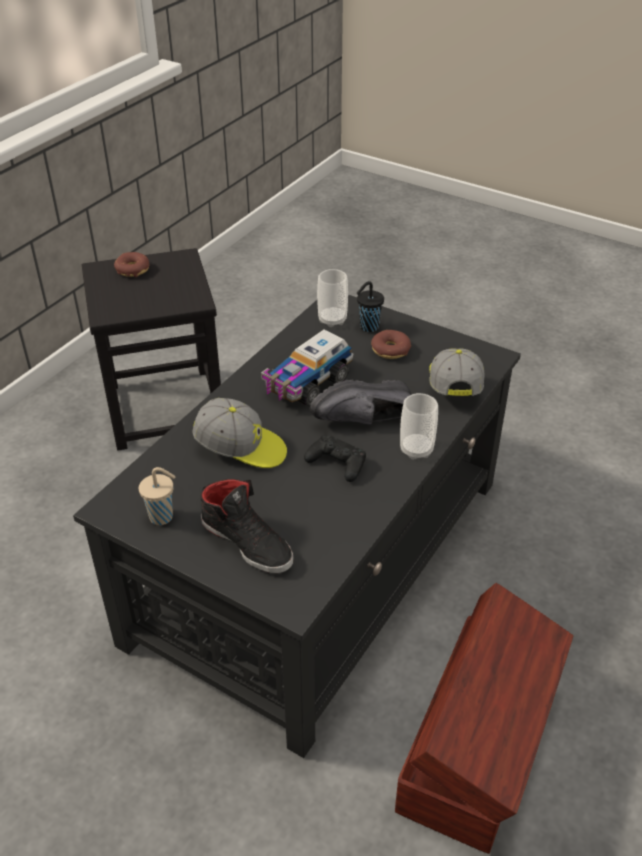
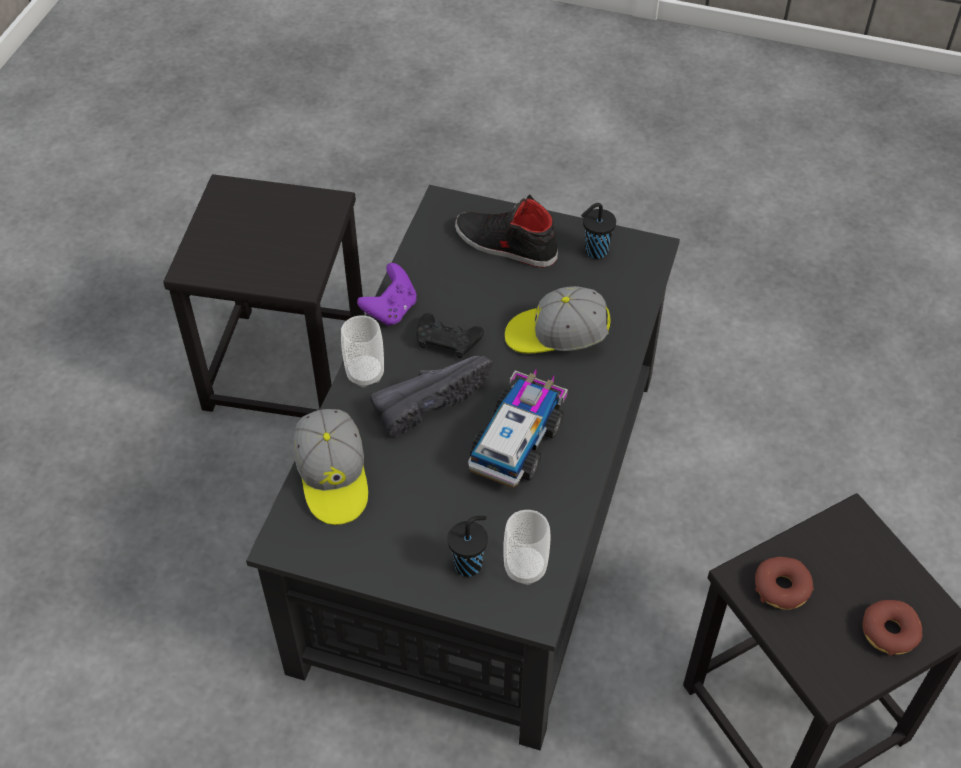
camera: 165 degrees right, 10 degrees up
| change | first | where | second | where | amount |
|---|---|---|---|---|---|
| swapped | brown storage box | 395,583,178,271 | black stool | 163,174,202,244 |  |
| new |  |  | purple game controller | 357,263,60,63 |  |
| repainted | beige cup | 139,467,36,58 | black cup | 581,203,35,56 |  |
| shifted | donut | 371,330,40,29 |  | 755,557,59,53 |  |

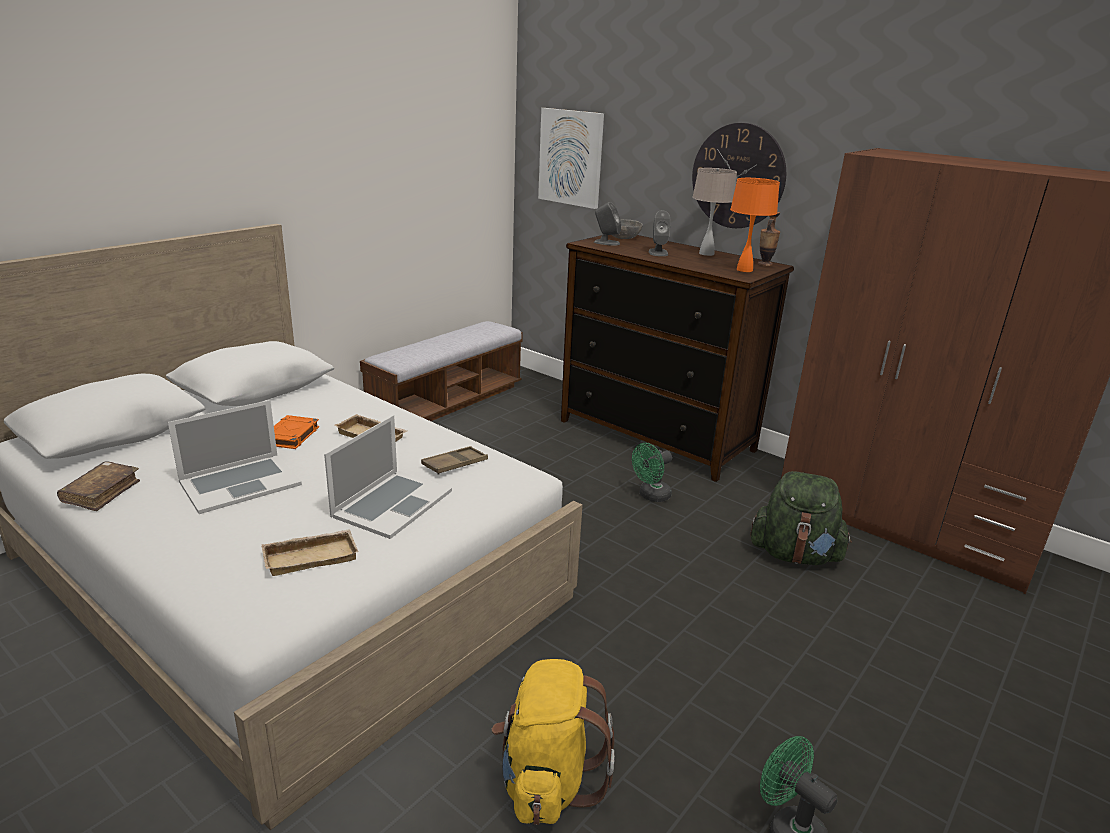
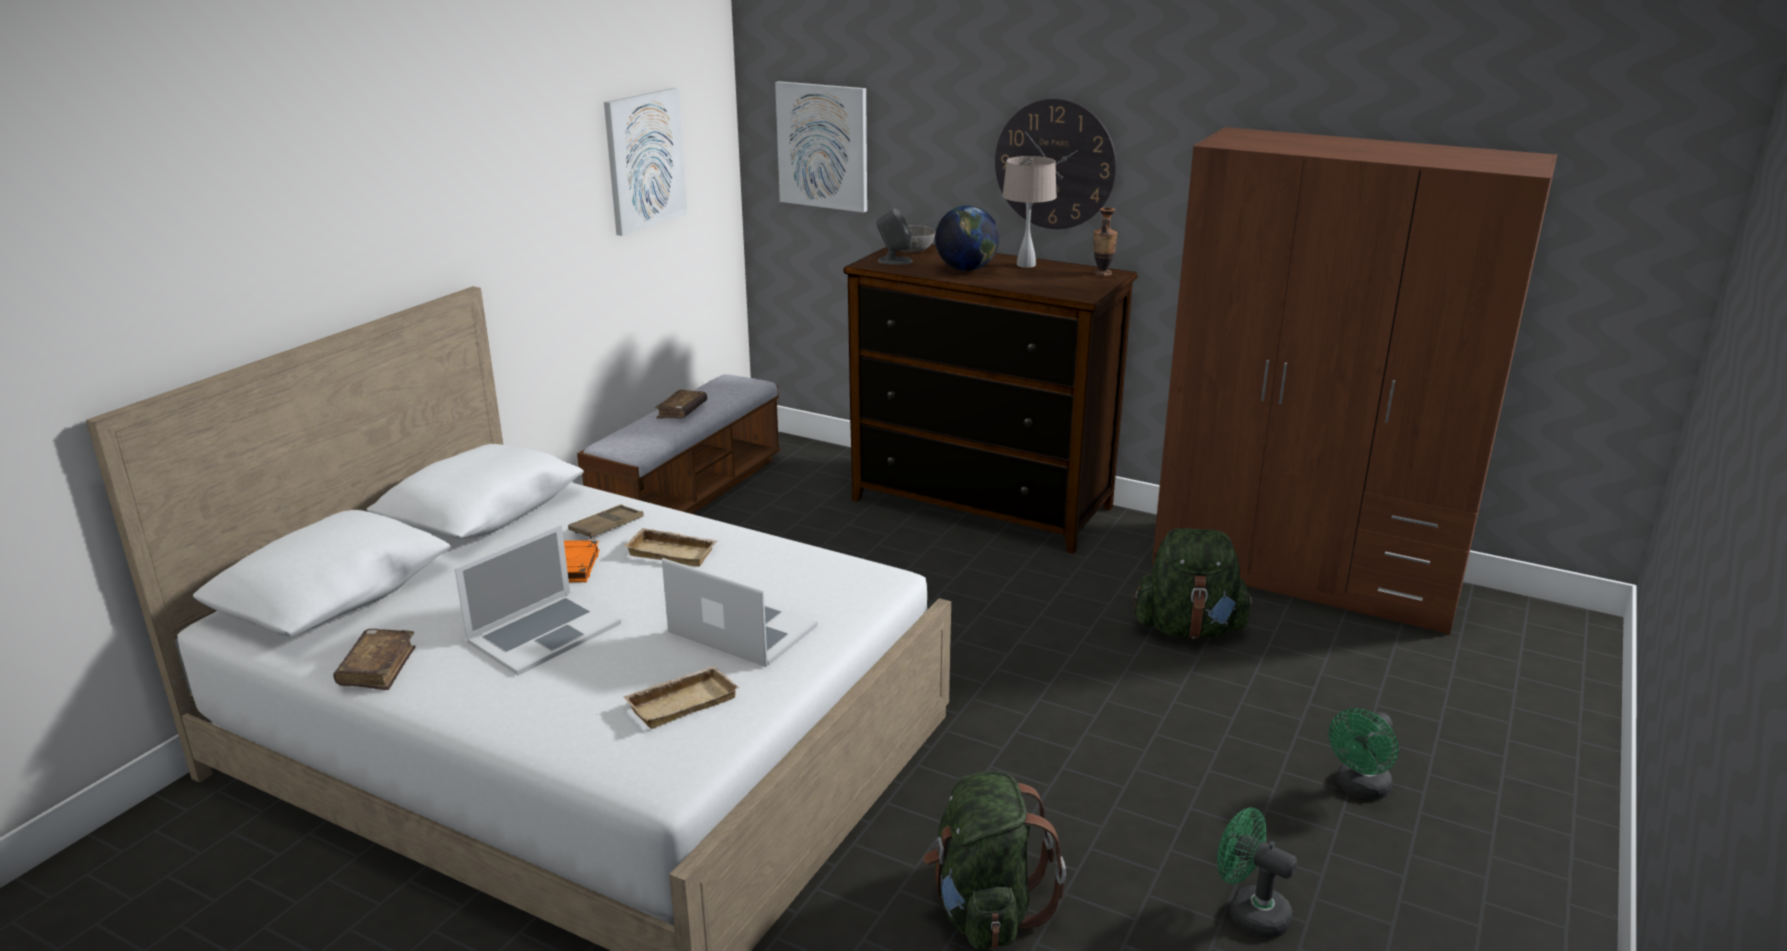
camera: 10 degrees left, 0 degrees up
| change | first | where | second | where | amount |
|---|---|---|---|---|---|
| shifted | brown tray | 421,446,67,29 |  | 568,504,76,35 |  |
| new |  |  | picture | 604,88,84,148 |  |
| new |  |  | brown book | 655,390,52,29 |  |
| rotated | laptop | 324,415,128,124 |  | 662,558,156,109 | 75 degrees counterclockwise |
| repainted | yellow backpack | 492,659,123,166 | green backpack | 923,771,143,179 |  |
| swapped | grey speaker | 649,210,21,46 | globe | 935,205,64,66 |  |
| shifted | green fan | 632,443,40,59 |  | 1329,708,70,92 |  |
| gone | orange table lamp | 730,178,50,94 |  |  |  |

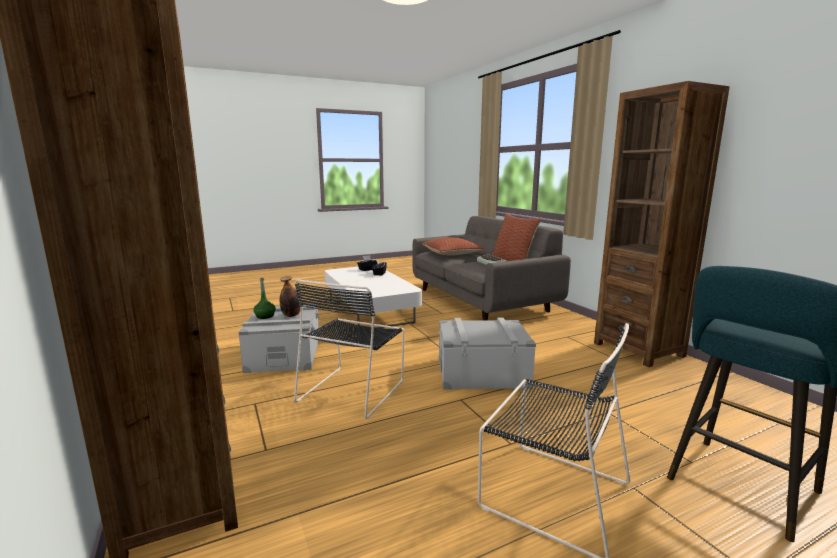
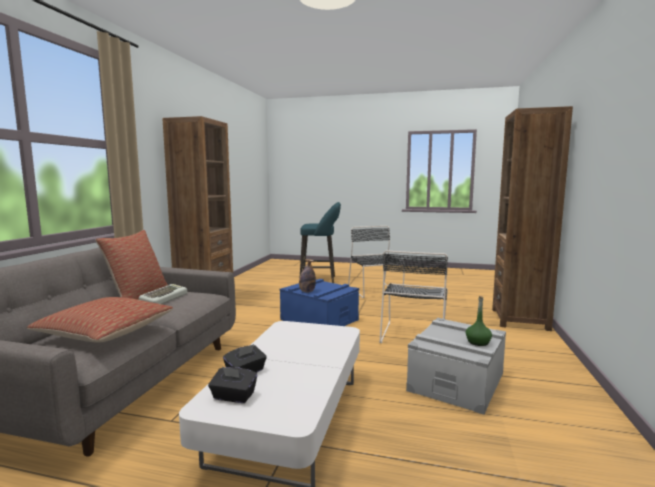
camera: 140 degrees left, 5 degrees down
| change | first | where | second | where | amount |
|---|---|---|---|---|---|
| repainted | grey storage box | 439,318,97,72 | blue storage box | 280,279,79,47 |  |
| shifted | bottle | 280,276,21,41 |  | 299,259,17,34 |  |
| rotated | black chair | 294,279,111,140 |  | 380,250,68,93 | 135 degrees clockwise |

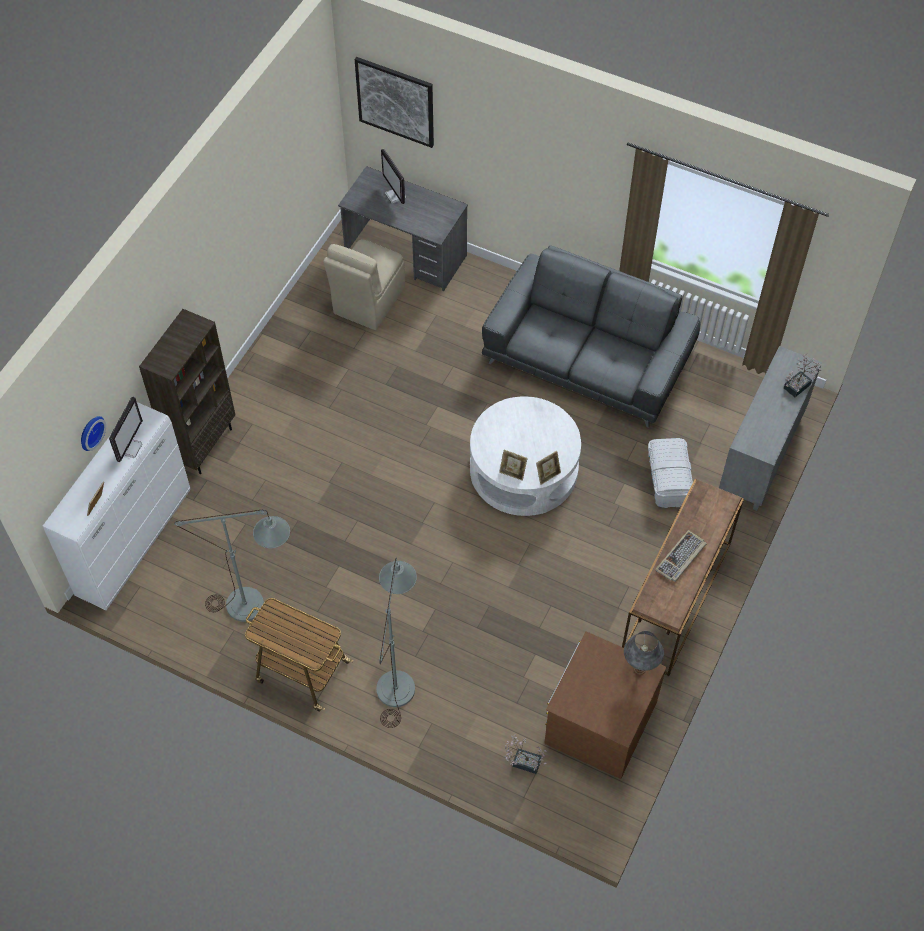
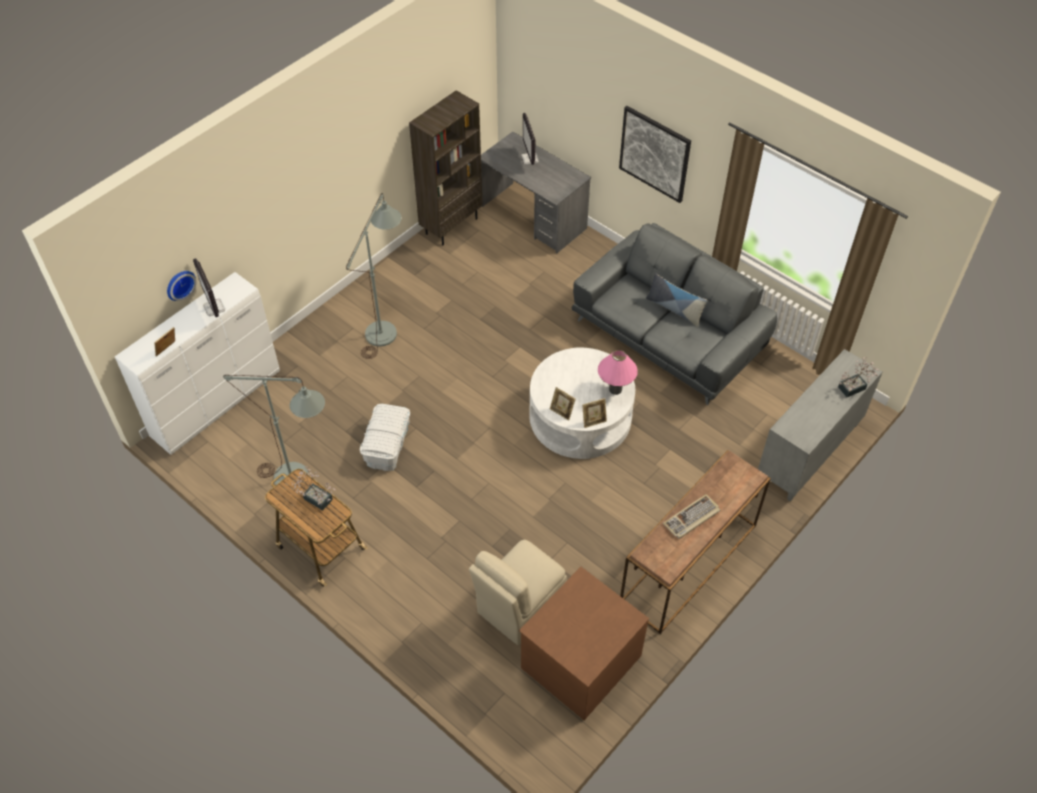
camera: 15 degrees right, 5 degrees down
| change | first | where | second | where | amount |
|---|---|---|---|---|---|
| rotated | monitor | 109,397,34,65 |  | 193,258,32,59 | 120 degrees clockwise |
| shifted | potted plant | 505,735,42,39 |  | 292,466,43,45 |  |
| shifted | grey floor lamp | 376,558,41,170 |  | 346,193,56,166 |  |
| shifted | white storage box | 648,438,45,70 |  | 360,404,50,67 |  |
| shifted | brown bookcase | 139,309,96,165 |  | 409,90,74,155 |  |
| shifted | beige chair | 323,239,82,91 |  | 469,540,98,105 |  |
| new |  |  | pink table lamp | 598,350,40,45 |  |
| shifted | picture | 355,57,79,91 |  | 619,106,72,97 |  |
| new |  |  | pillow | 646,273,61,54 |  |
| gone | grey table lamp | 624,631,40,44 |  |  |  |

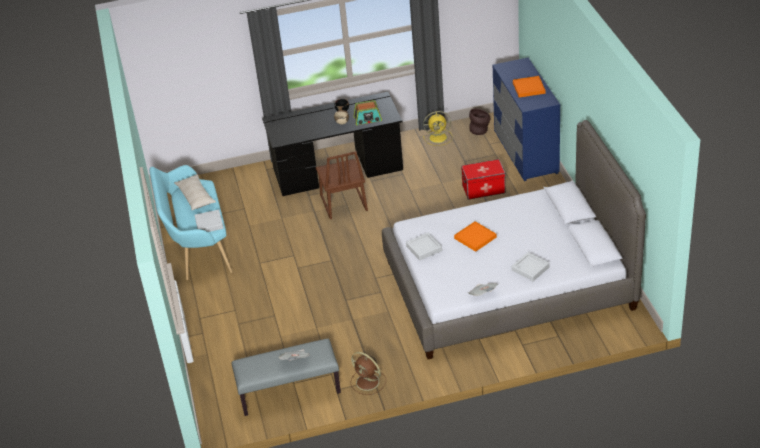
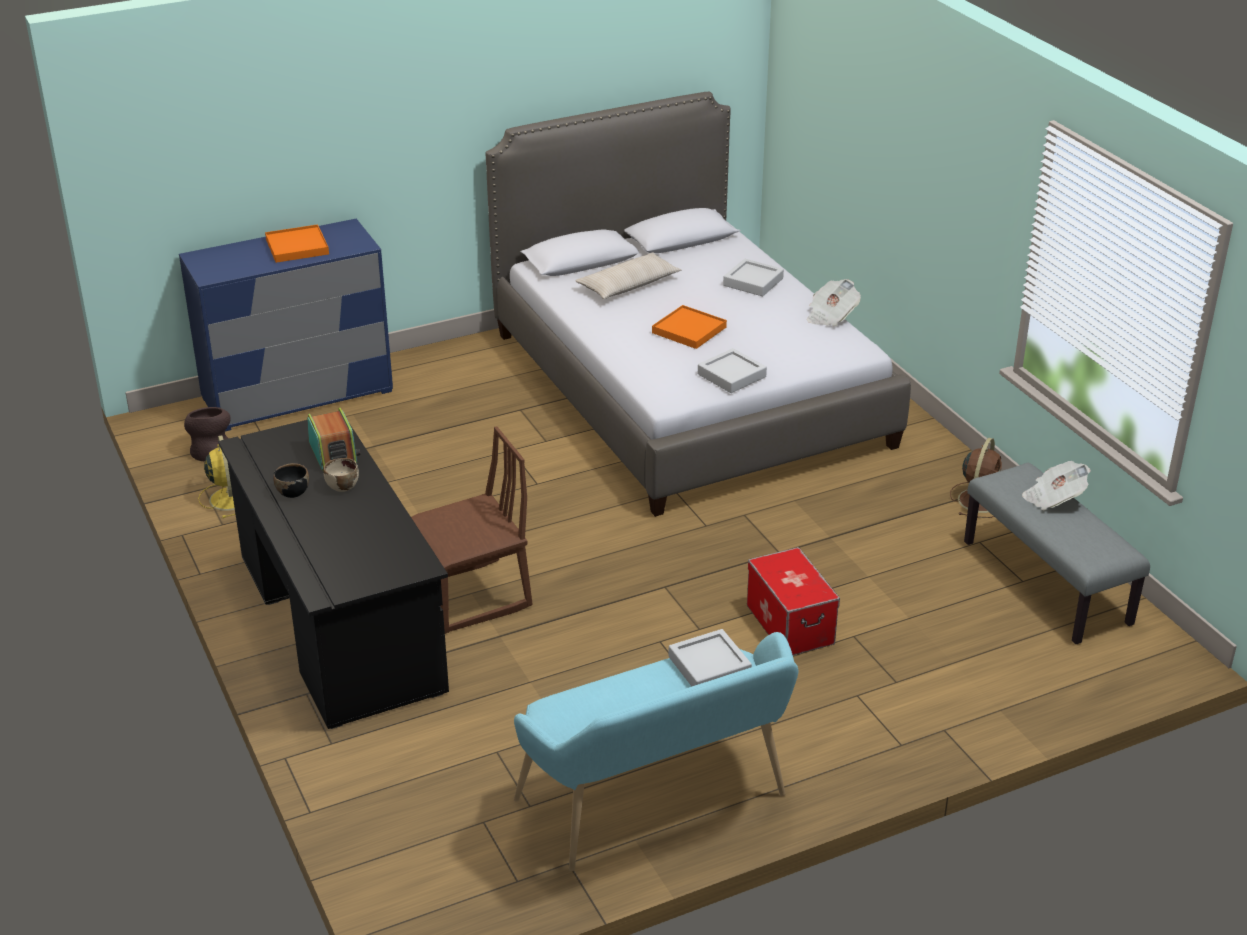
camera: 105 degrees left, 5 degrees down
| change | first | where | second | where | amount |
|---|---|---|---|---|---|
| shifted | beige pillow | 174,174,42,36 |  | 575,252,106,47 |  |
| shifted | storage box | 461,159,45,41 |  | 747,547,93,108 |  |

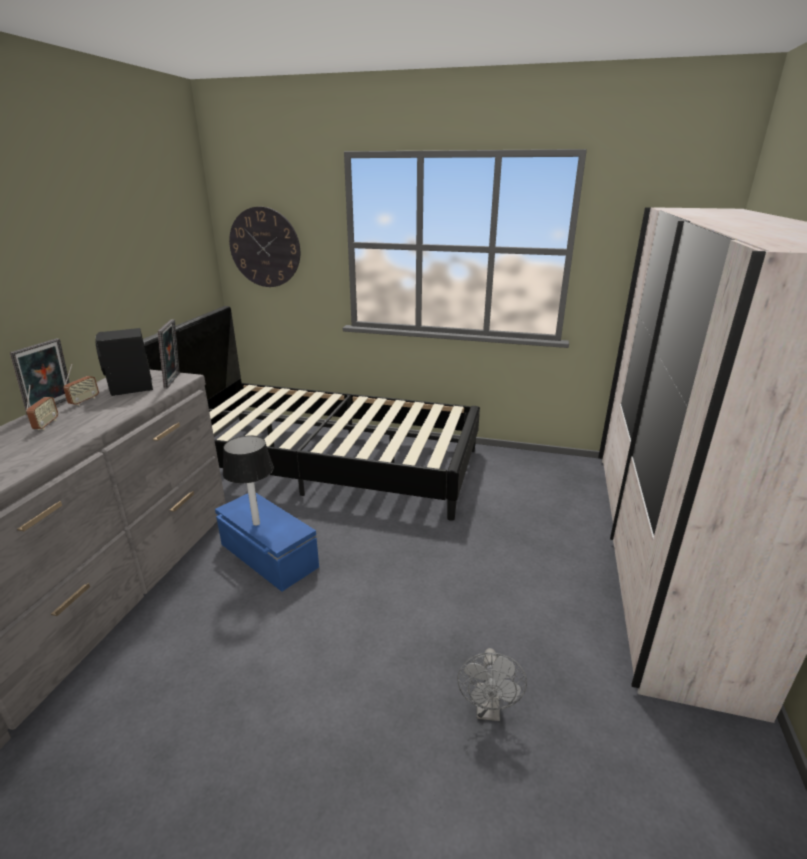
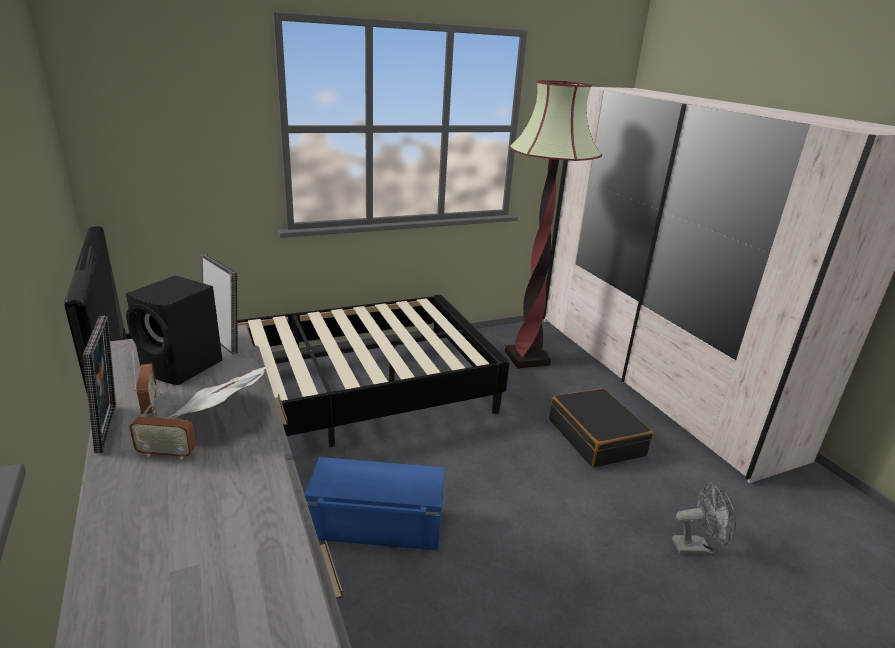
camera: 40 degrees left, 0 degrees up
| change | first | where | second | where | amount |
|---|---|---|---|---|---|
| rotated | radio | 26,385,32,45 |  | 129,391,67,69 | 135 degrees clockwise |
| new |  |  | newspaper | 168,365,103,53 |  |
| new |  |  | floor lamp | 505,80,97,289 |  |
| new |  |  | black suitcase | 549,388,104,80 |  |
| rotated | grey fan | 457,648,70,73 |  | 672,482,64,72 | 60 degrees counterclockwise |
| gone | table lamp | 223,435,51,91 |  |  |  |
| gone | wall clock | 229,207,71,80 |  |  |  |

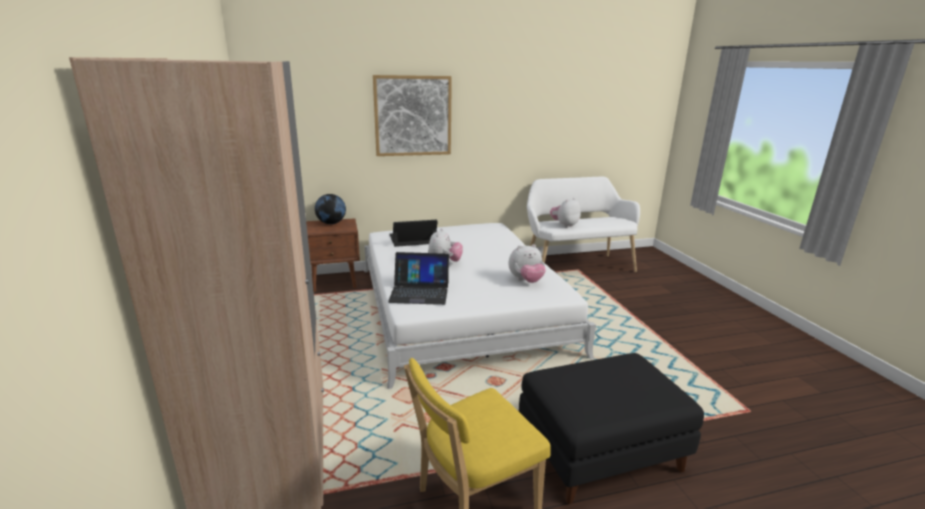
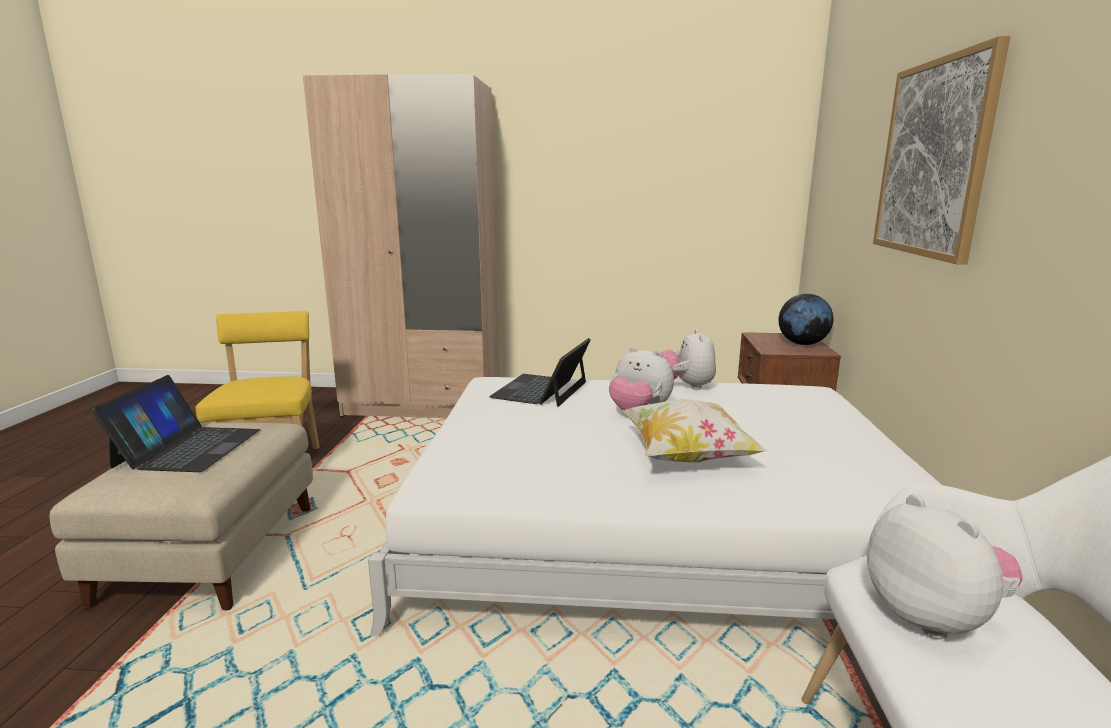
camera: 110 degrees right, 5 degrees down
| change | first | where | second | where | amount |
|---|---|---|---|---|---|
| repainted | black ottoman | 519,353,185,151 | beige ottoman | 49,422,264,189 |  |
| shifted | laptop | 390,220,48,27 |  | 91,375,170,97 |  |
| new |  |  | pillow | 622,399,146,63 |  |
| shifted | plush toy | 509,244,37,39 |  | 662,329,54,61 |  |

